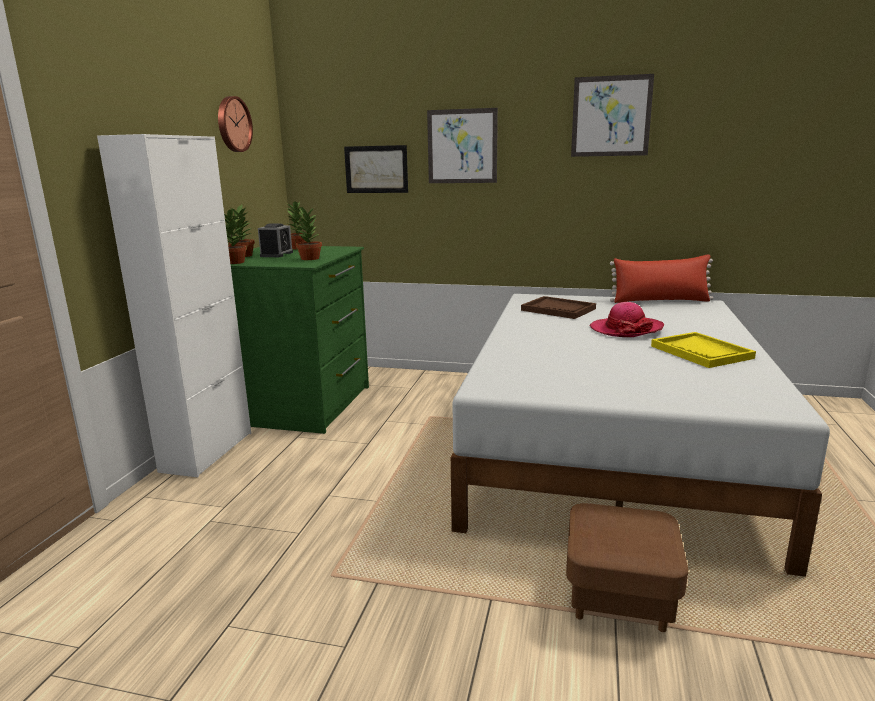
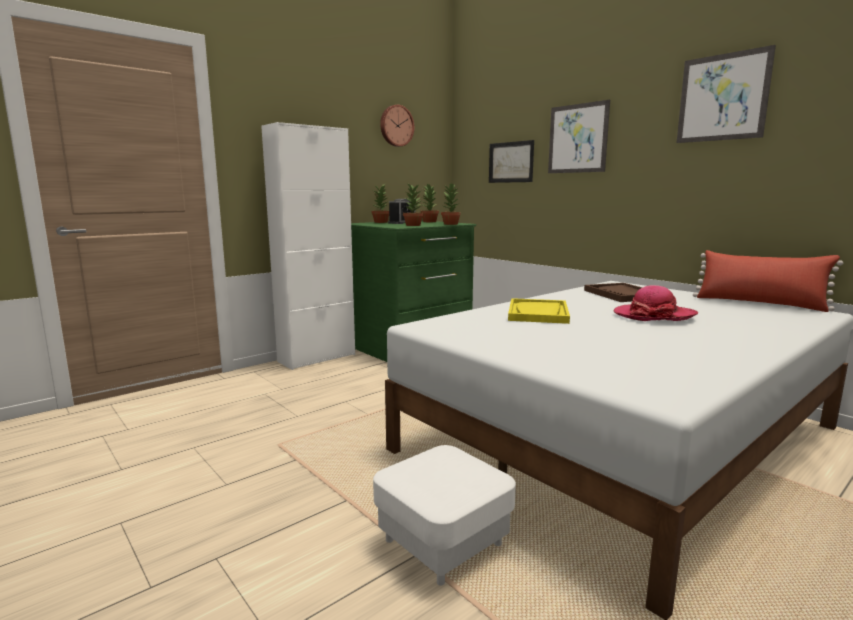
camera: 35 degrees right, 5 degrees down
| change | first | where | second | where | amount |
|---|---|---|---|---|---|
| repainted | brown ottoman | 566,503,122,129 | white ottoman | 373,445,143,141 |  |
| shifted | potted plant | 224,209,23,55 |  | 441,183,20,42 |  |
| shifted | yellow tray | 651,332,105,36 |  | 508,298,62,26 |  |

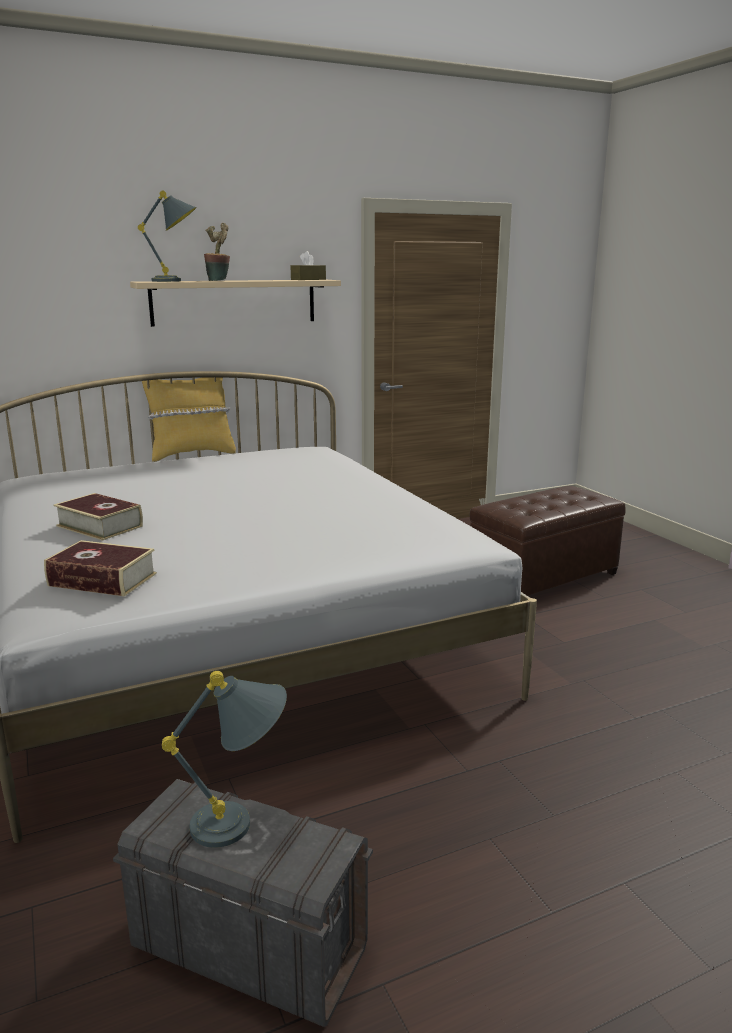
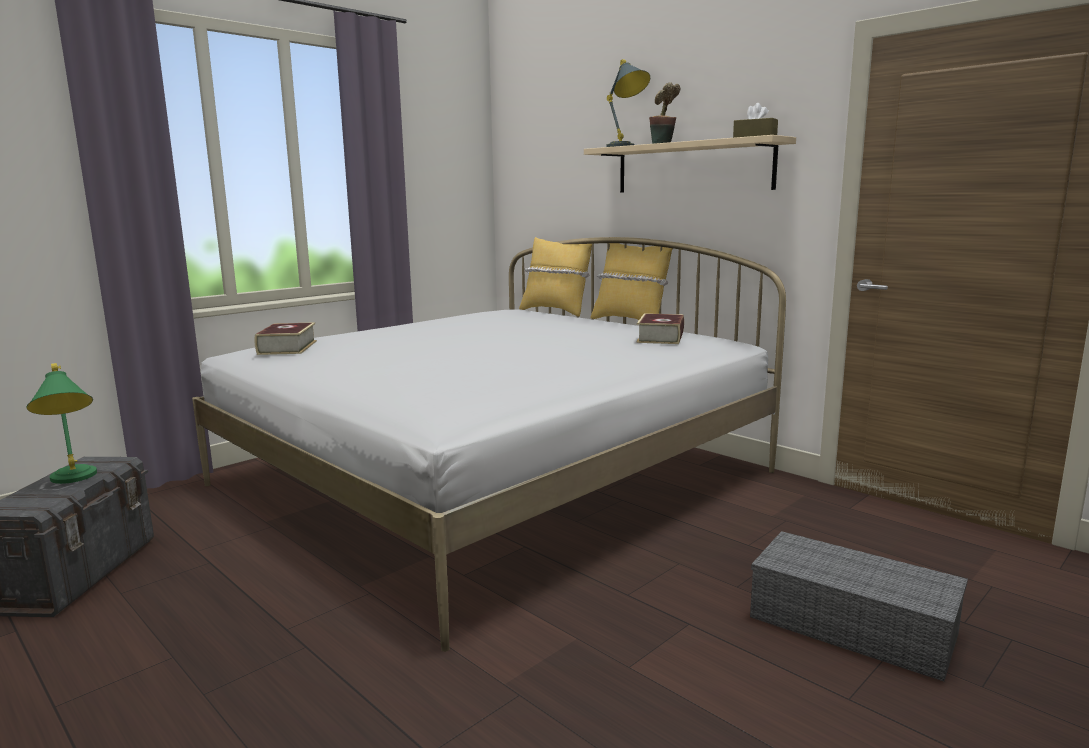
camera: 70 degrees right, 5 degrees down
| change | first | where | second | where | amount |
|---|---|---|---|---|---|
| repainted | grey table lamp | 162,671,125,177 | green table lamp | 26,363,71,121 |  |
| new |  |  | yellow pillow | 519,237,73,79 |  |
| shifted | book | 54,493,89,48 |  | 636,313,48,31 |  |
| swapped | brown ottoman | 470,486,155,110 | grey storage box | 750,531,218,150 |  |

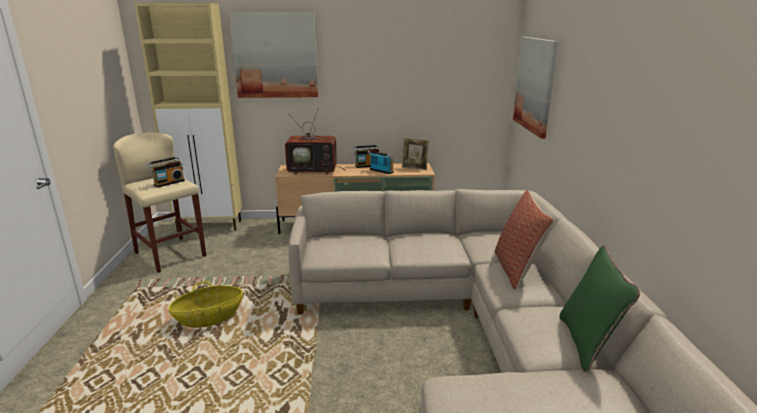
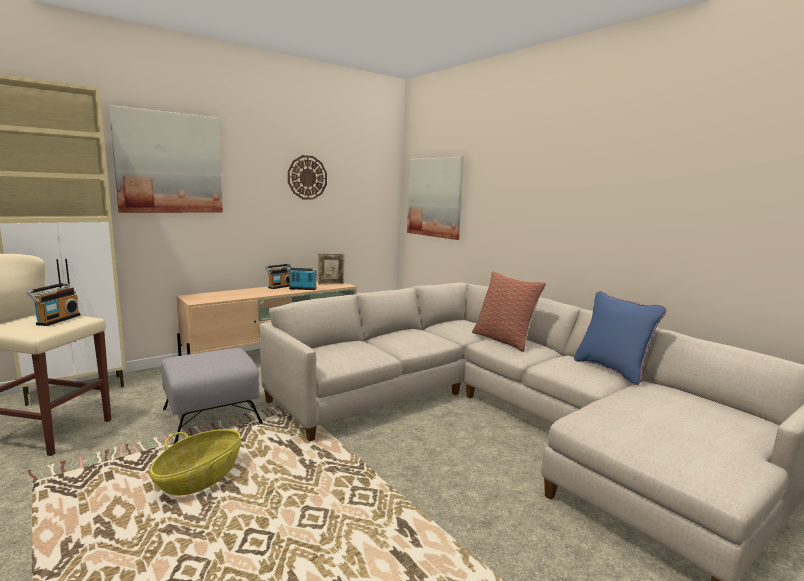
camera: 35 degrees left, 10 degrees down
| change | first | where | second | where | amount |
|---|---|---|---|---|---|
| new |  |  | grey ottoman | 161,348,102,96 |  |
| new |  |  | wall clock | 288,155,39,45 |  |
| repainted | green pillow | 560,245,80,128 | blue pillow | 574,291,92,94 |  |
| gone | television | 285,110,61,64 |  |  |  |

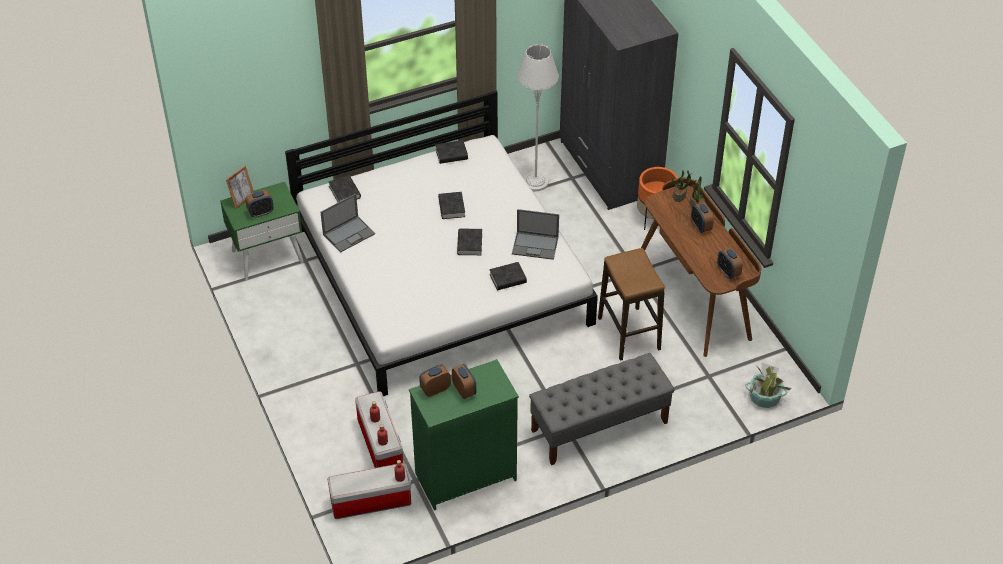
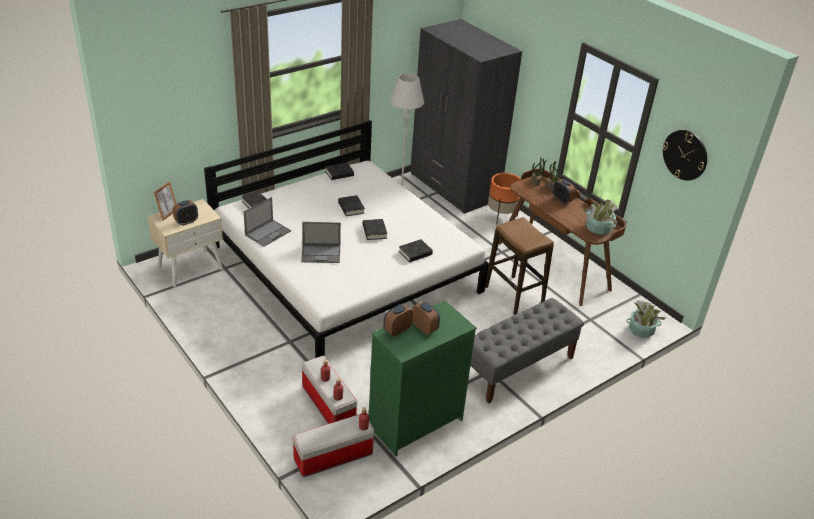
camera: 15 degrees left, 10 degrees down
| change | first | where | second | where | amount |
|---|---|---|---|---|---|
| repainted | green nightstand | 220,182,83,98 | beige nightstand | 147,199,76,88 |  |
| shifted | laptop | 512,209,47,51 |  | 301,222,40,41 |  |
| swapped | alarm clock | 717,247,26,32 | potted plant | 582,198,36,37 |  |
| new |  |  | wall clock | 662,130,45,51 |  |

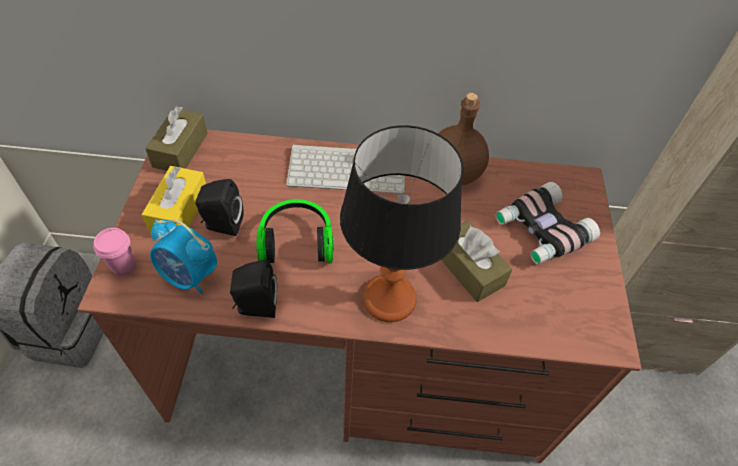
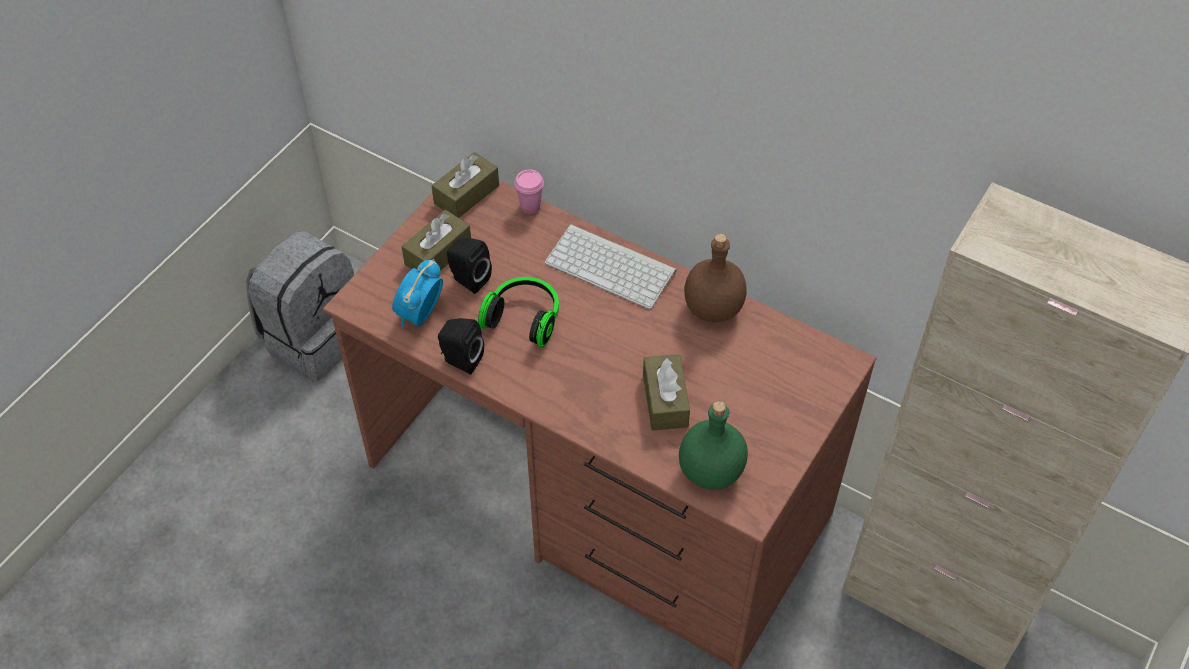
camera: 30 degrees right, 0 degrees up
| change | first | where | second | where | amount |
|---|---|---|---|---|---|
| rotated | alarm clock | 150,219,67,75 |  | 392,259,51,69 | 60 degrees clockwise |
| repainted | yellow tissue box | 141,166,65,67 | brown tissue box | 402,210,69,61 |  |
| shifted | pink cup | 93,228,43,48 |  | 514,170,30,44 |  |
| new |  |  | green bottle | 679,401,69,89 |  |
| gone | table lamp | 340,125,123,197 |  |  |  |
| gone | binoculars | 495,182,105,82 |  |  |  |

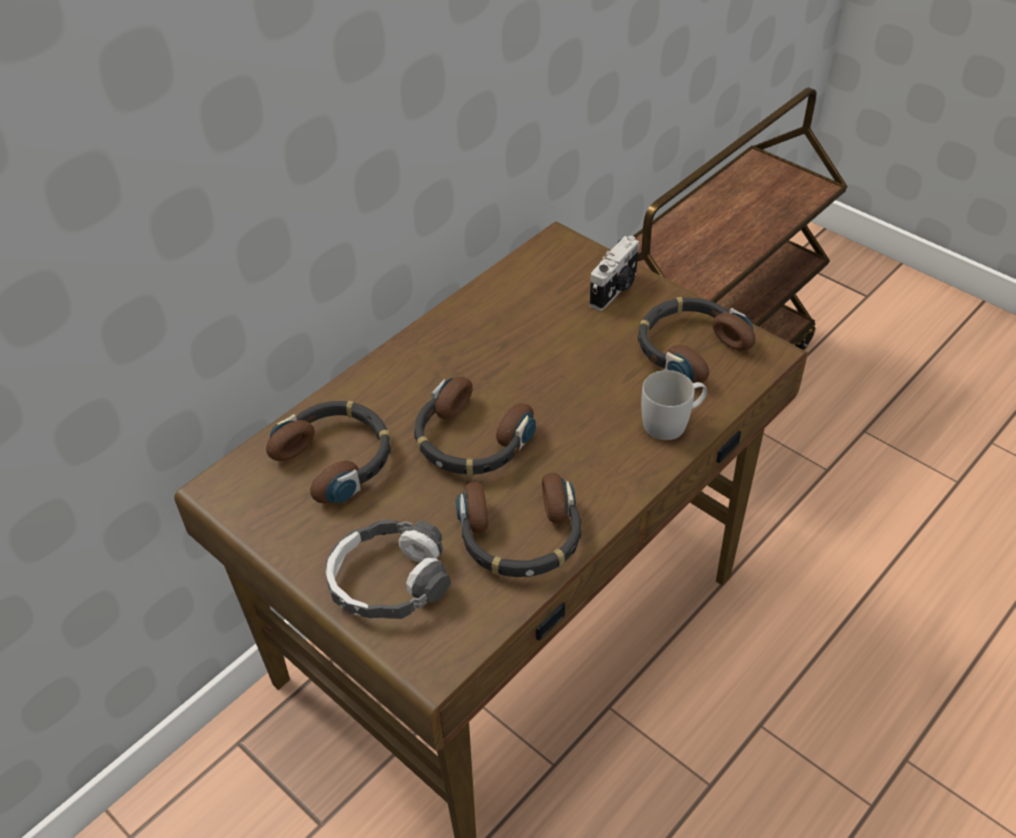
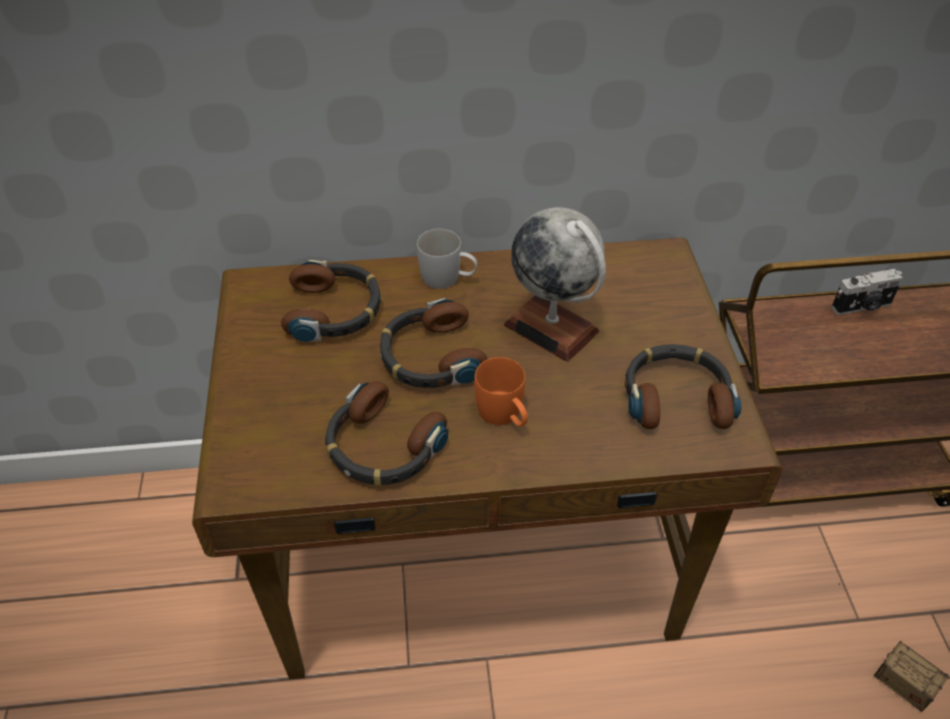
camera: 40 degrees right, 0 degrees up
| change | first | where | second | where | amount |
|---|---|---|---|---|---|
| shifted | white mug | 641,370,66,70 |  | 417,229,60,60 |  |
| new |  |  | orange mug | 474,357,54,70 |  |
| new |  |  | globe | 504,207,102,155 |  |
| shifted | photo camera | 590,236,49,75 |  | 831,269,72,46 |  |
| new |  |  | storage box | 839,584,111,128 |  |
| gone | headphones | 326,520,125,99 |  |  |  |

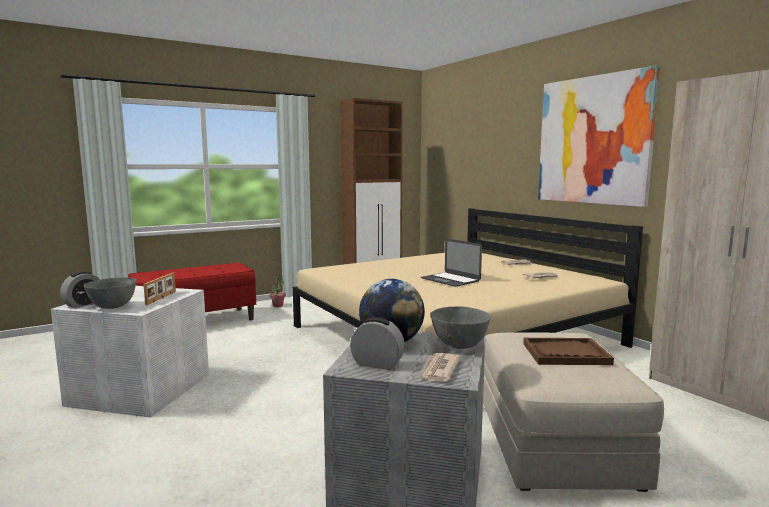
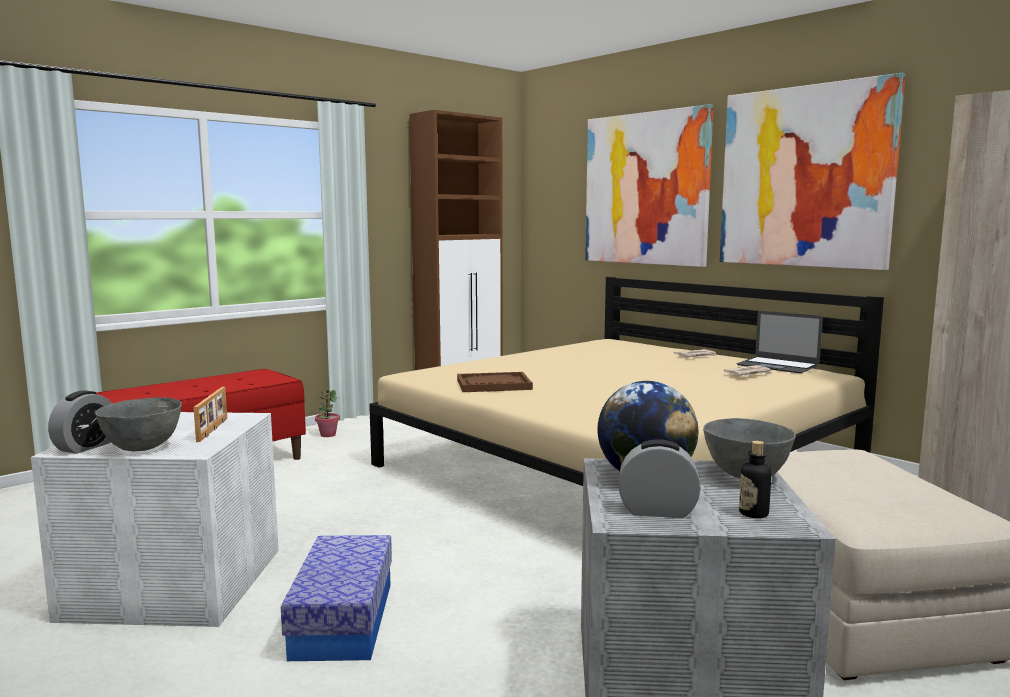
camera: 10 degrees left, 0 degrees up
| change | first | where | second | where | amount |
|---|---|---|---|---|---|
| new |  |  | storage box | 281,535,111,126 |  |
| shifted | brown tray | 523,338,91,27 |  | 457,372,76,20 |  |
| new |  |  | picture | 585,104,129,163 |  |
| shifted | laptop | 421,239,61,48 |  | 737,311,86,62 |  |
| swapped | newspaper | 419,353,42,29 | bottle | 739,441,33,77 |  |

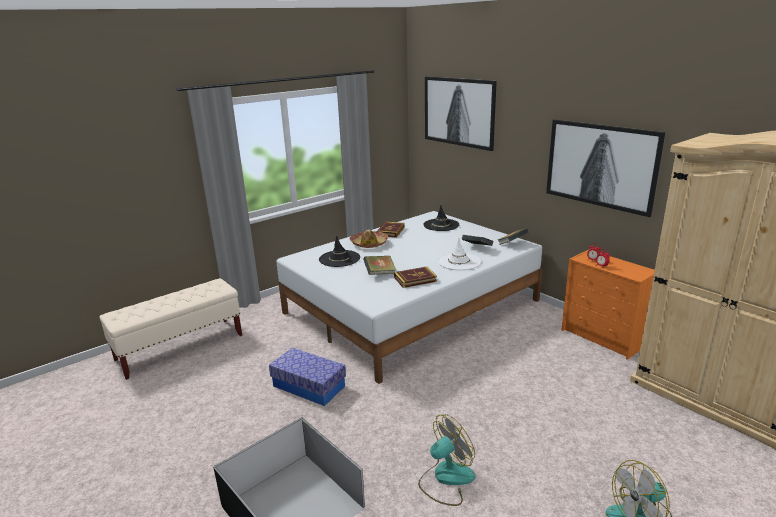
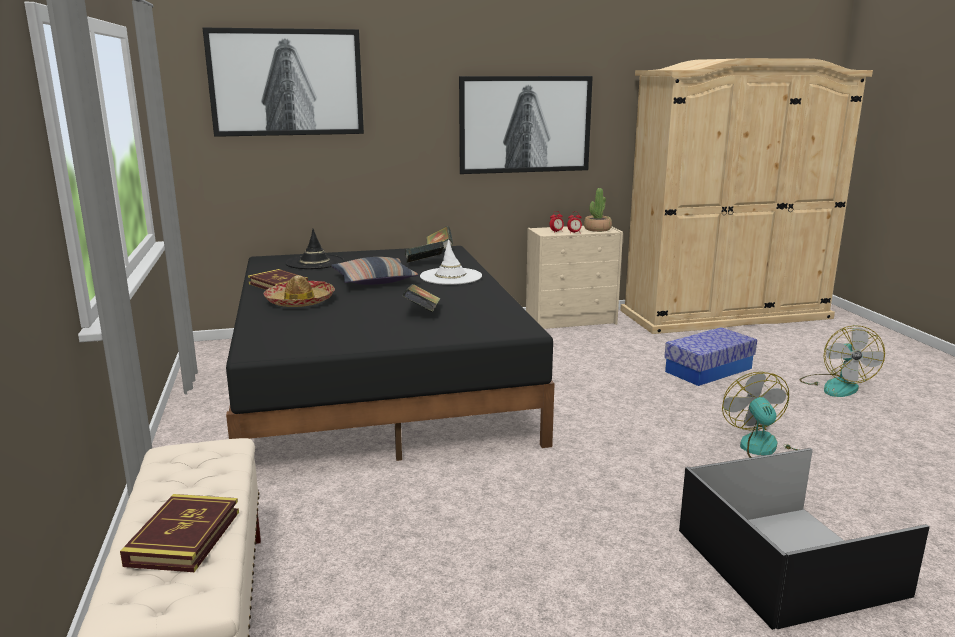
camera: 65 degrees left, 5 degrees down
| change | first | where | second | where | amount |
|---|---|---|---|---|---|
| shifted | book | 394,267,43,21 |  | 120,494,119,78 |  |
| repainted | white bed | 276,211,266,173 | black bed | 226,246,329,215 |  |
| new |  |  | pillow | 331,257,87,28 |  |
| repainted | orange dresser | 561,250,94,110 | beige dresser | 526,226,97,103 |  |
| new |  |  | potted plant | 584,188,28,44 |  |
| shifted | storage box | 269,348,77,58 |  | 664,327,93,59 |  |
| gone | black hat | 319,236,41,31 |  |  |  |

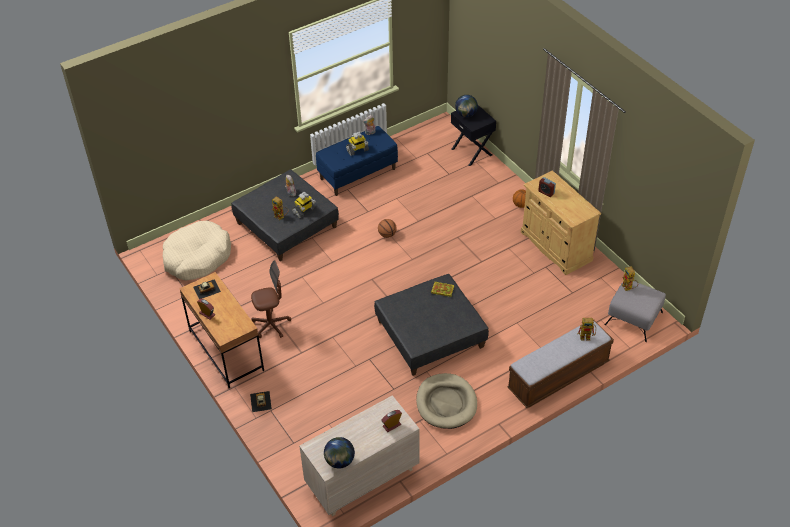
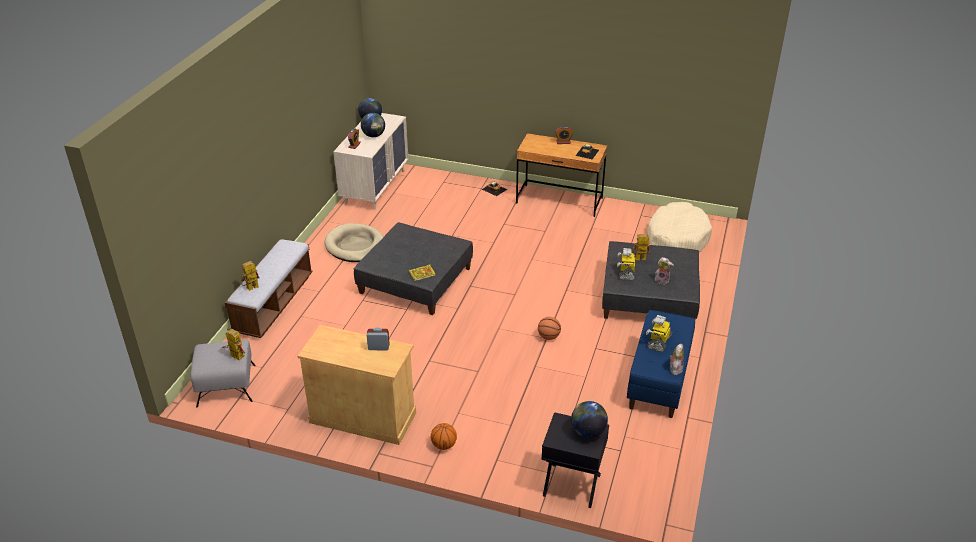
camera: 140 degrees right, 10 degrees down
| change | first | where | second | where | amount |
|---|---|---|---|---|---|
| new |  |  | globe | 361,113,24,24 |  |
| gone | brown office chair | 251,260,40,78 |  |  |  |

